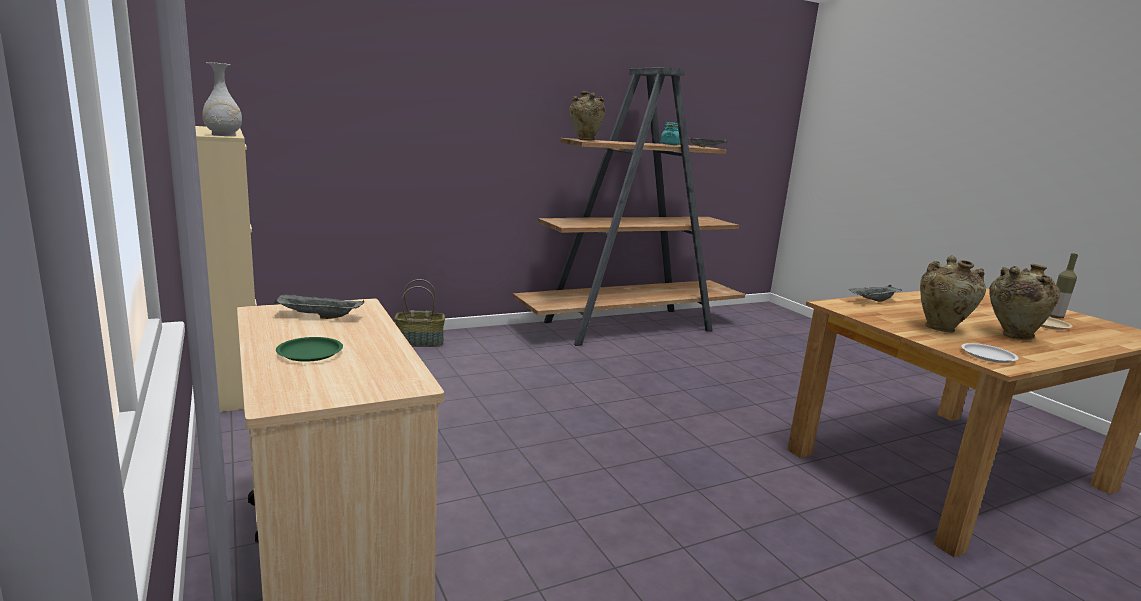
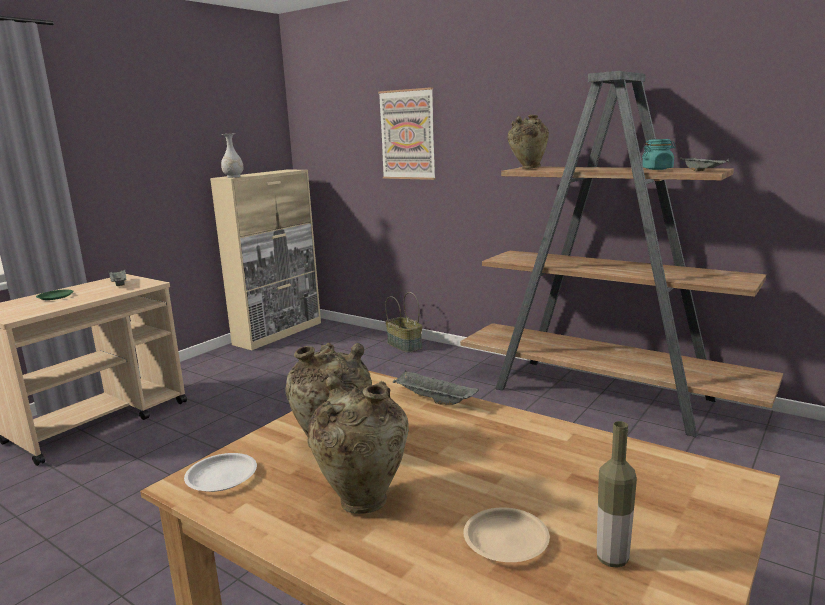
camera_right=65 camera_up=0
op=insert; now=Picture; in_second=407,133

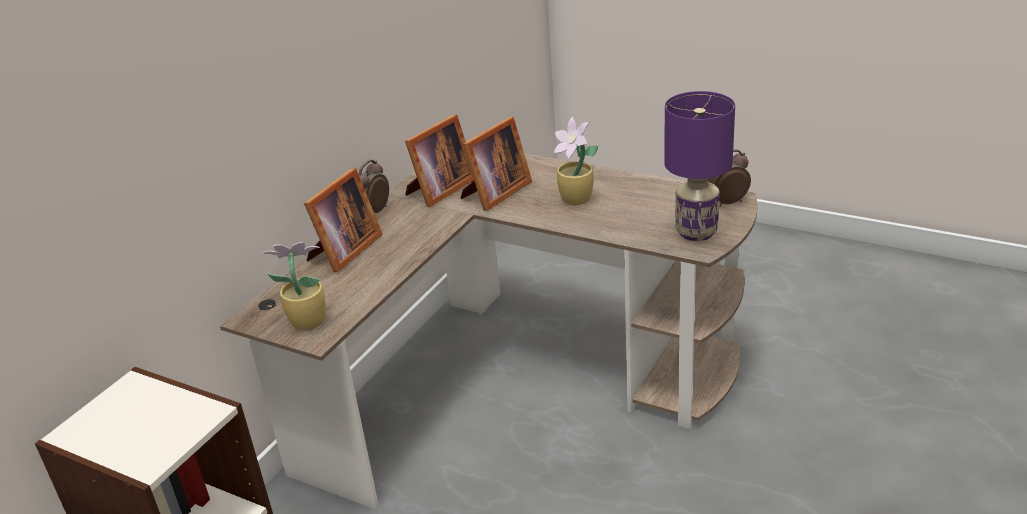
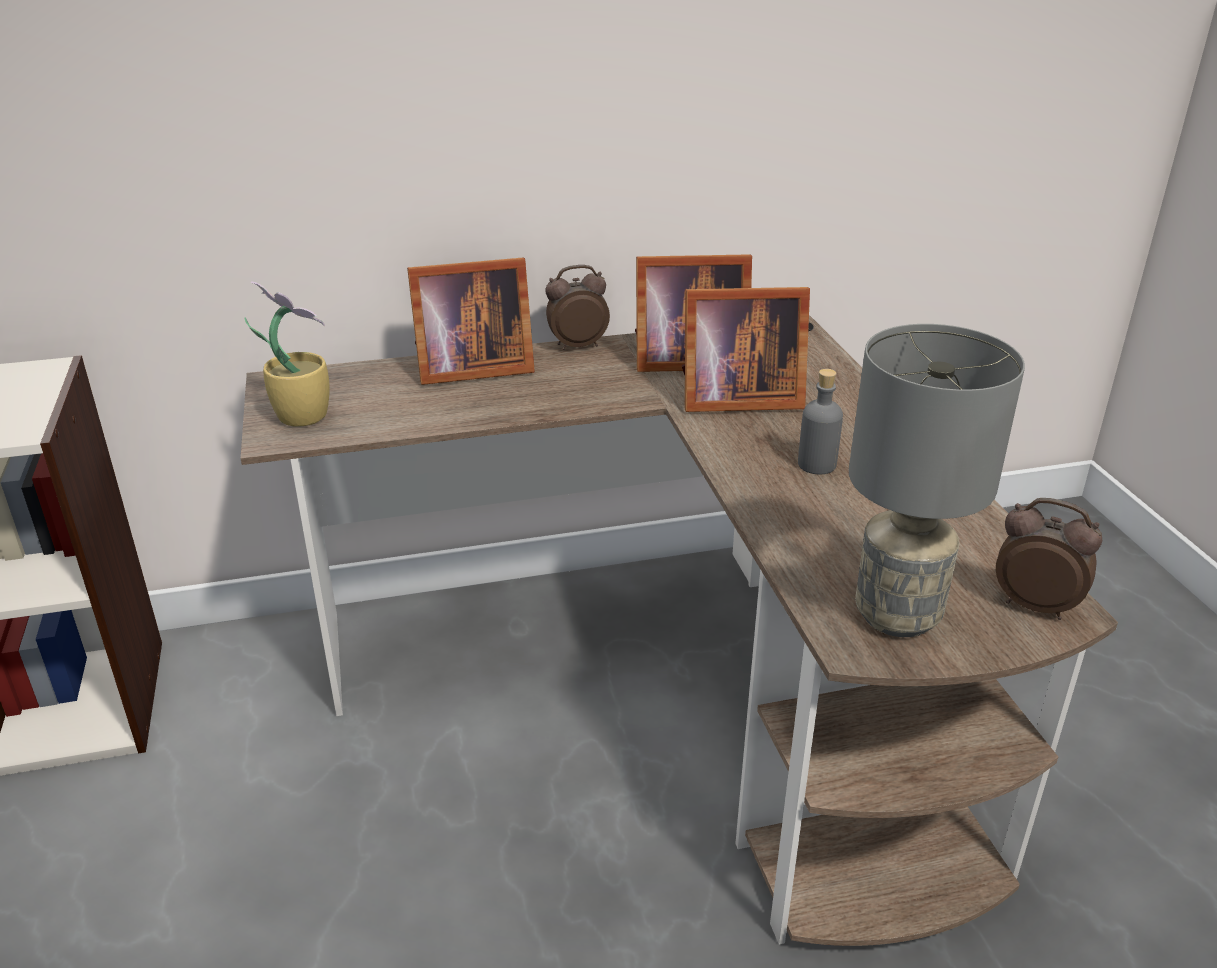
camera_right=45 camera_up=0
op=replace; was=Houseplant; now=GreyBottle; in_first=575,161; in_second=820,421
op=recolor; was=PurplishLampForATable; now=GreyLampForATable; in_first=699,166; in_second=937,480

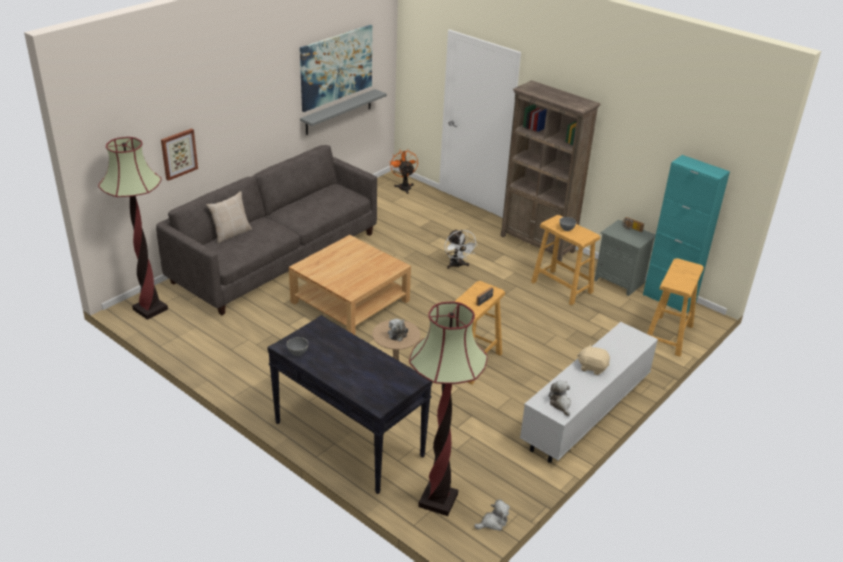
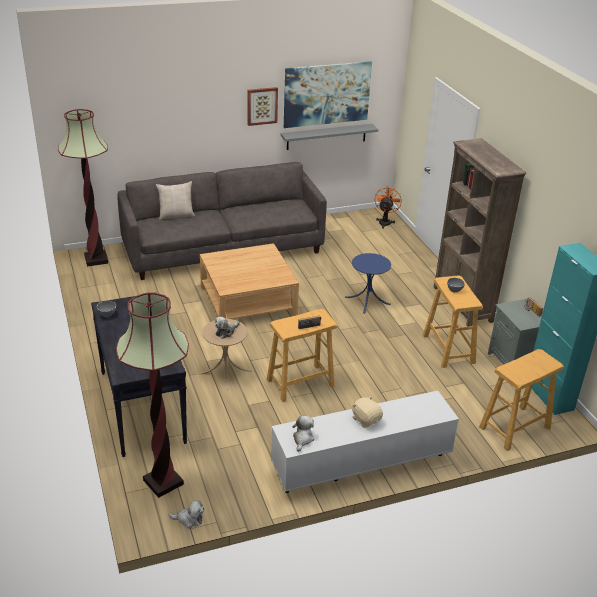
camera_right=30 camera_up=0
op=move; was=Picture; in_first=179,154; in_second=263,106
op=replace; was=WhitishElectricFan; now=BluishSideTable; in_first=461,249; in_second=368,283

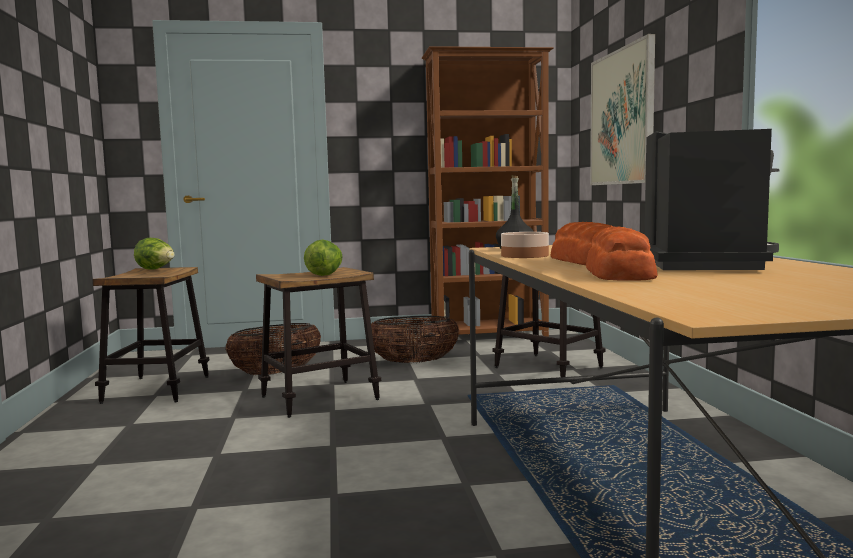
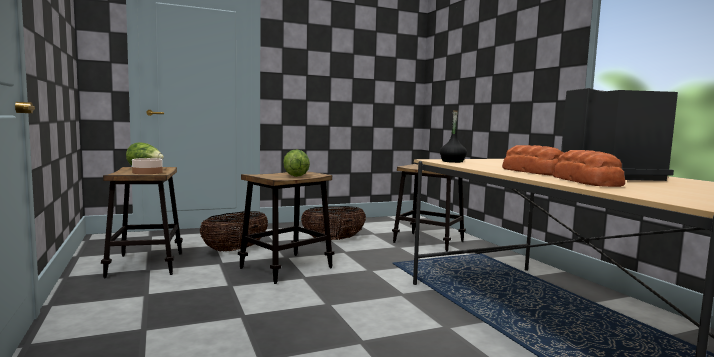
camera_right=-15 camera_up=0
op=delete; was=BrownishBookshelf; in_first=488,191
op=move; was=ServingBowl; in_first=525,245; in_second=147,166
op=delete; was=Picture; in_first=622,109

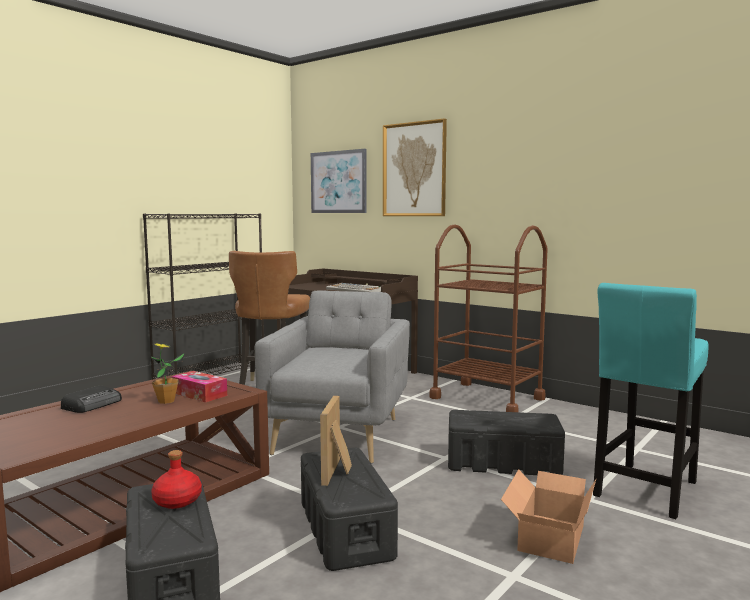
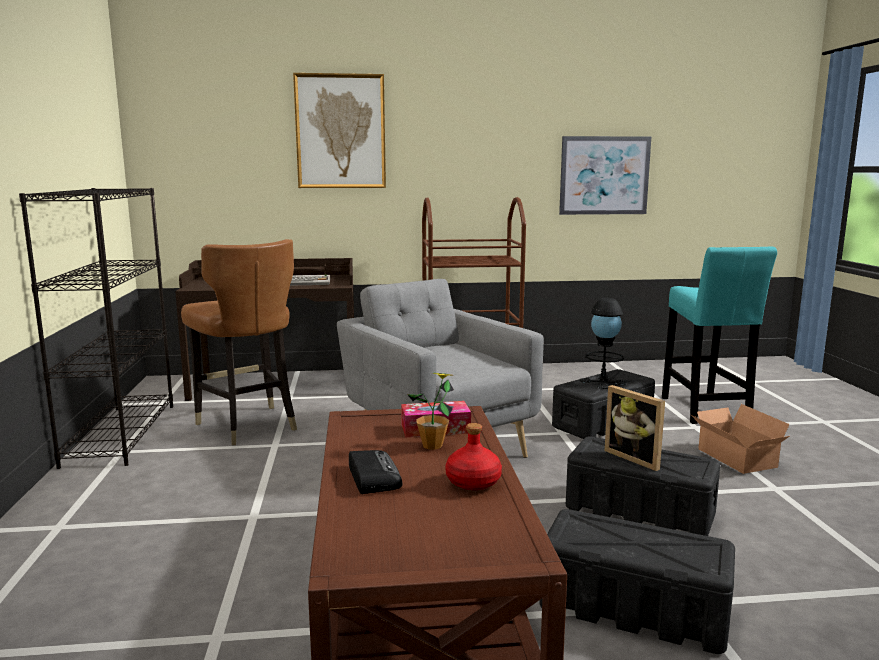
camera_right=-45 camera_up=5
op=move; was=RedBottle; in_first=176,479; in_second=473,456
op=move; was=Picture; in_first=338,181; in_second=605,175
op=insert; now=BlackishLampForATable; in_second=603,343

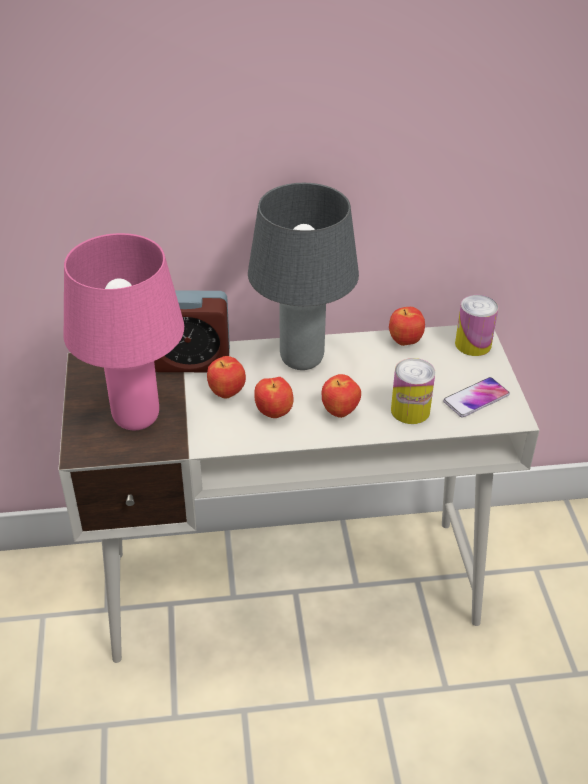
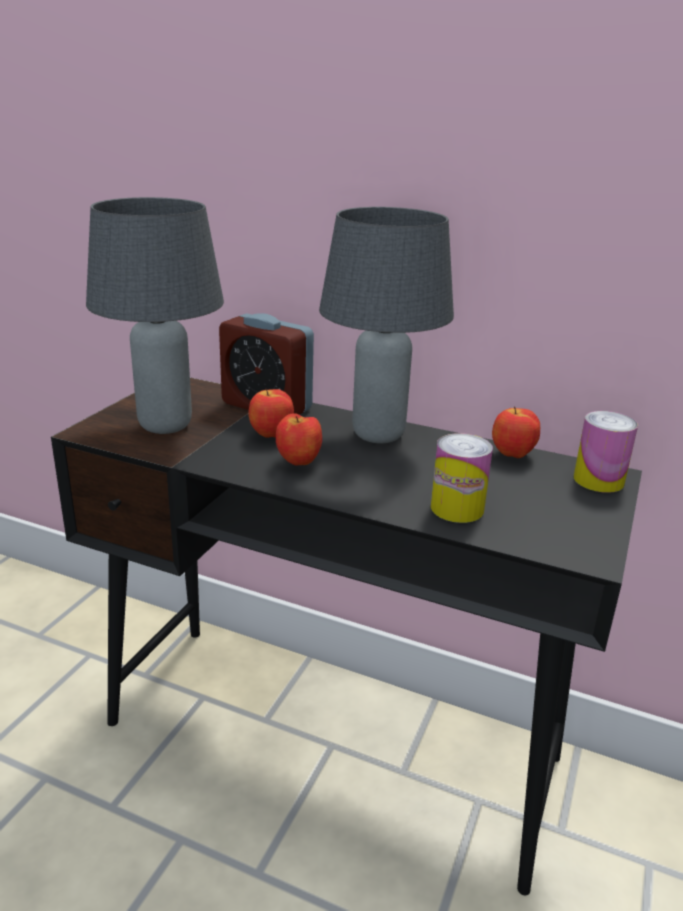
camera_right=30 camera_up=-15
op=recolor; was=WhitishDeskTable; now=BlackishDeskTable; in_first=299,494; in_second=346,636
op=recolor; was=PinkLampForATable; now=GreyLampForATable; in_first=124,331; in_second=155,315
op=delete; was=WholeApple; in_first=341,396
op=delete; was=Phone; in_first=476,397

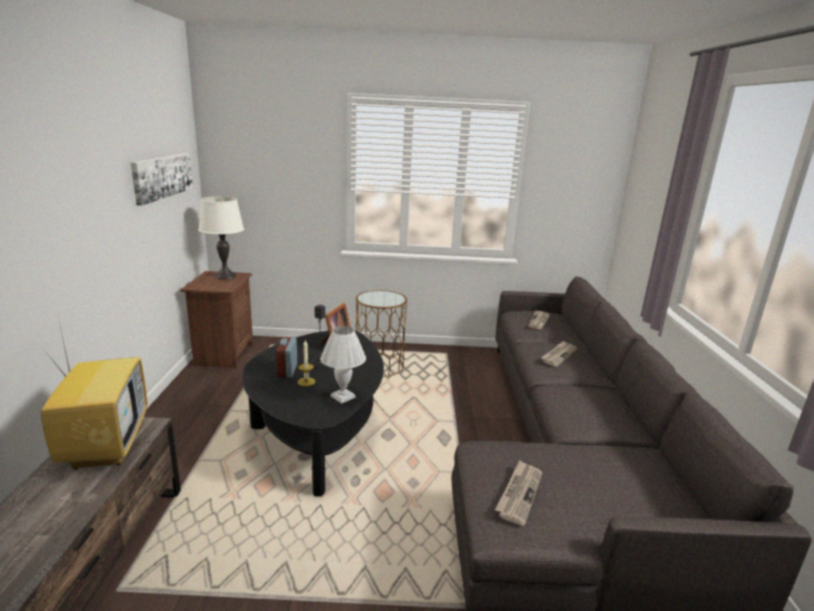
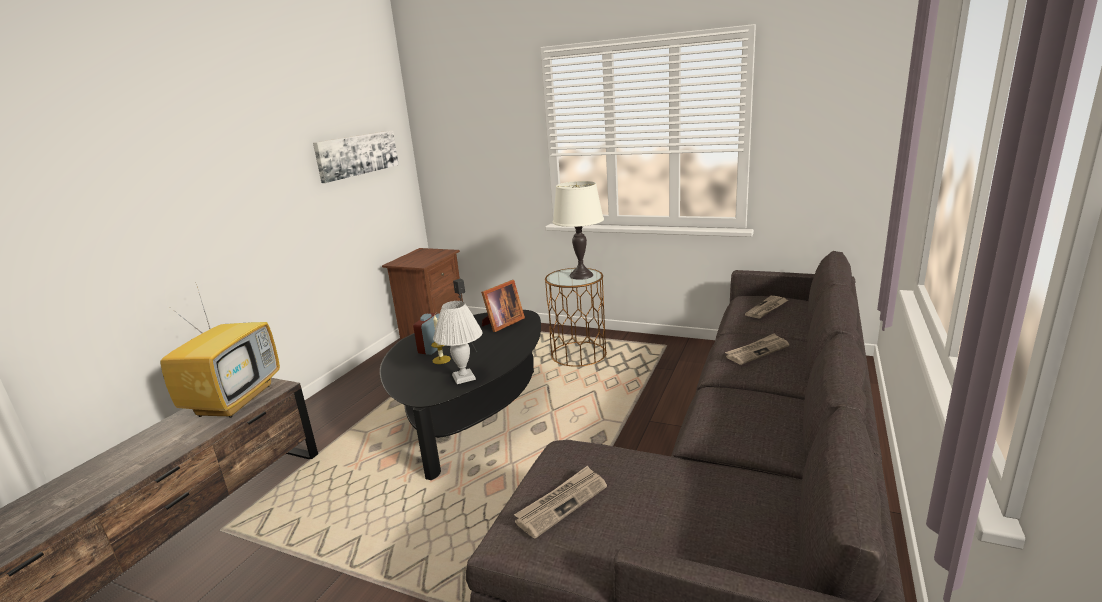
camera_right=25 camera_up=0
op=move; was=WhitishLampForATable; in_first=221,237; in_second=578,230

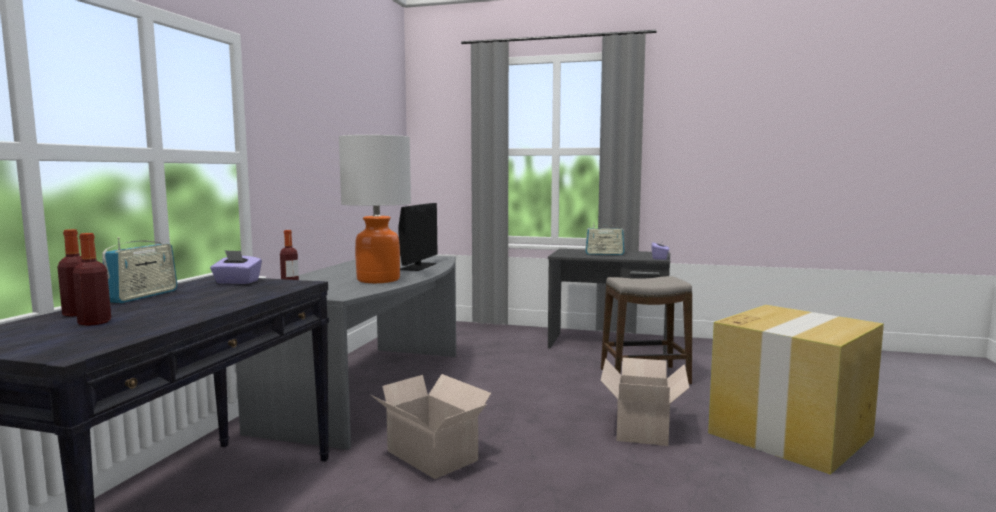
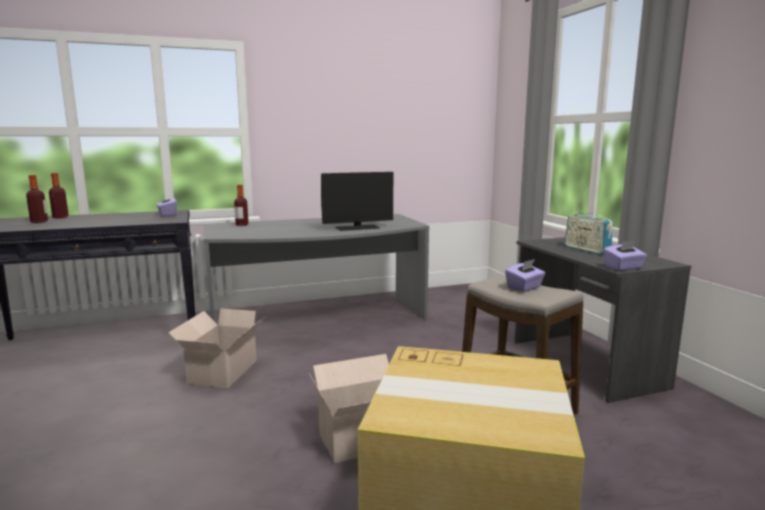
camera_right=55 camera_up=5
op=delete; was=RadioReceiver; in_first=139,270
op=delete; was=LampForATable; in_first=375,209
op=insert; now=PurplishTissueBox; in_second=525,275

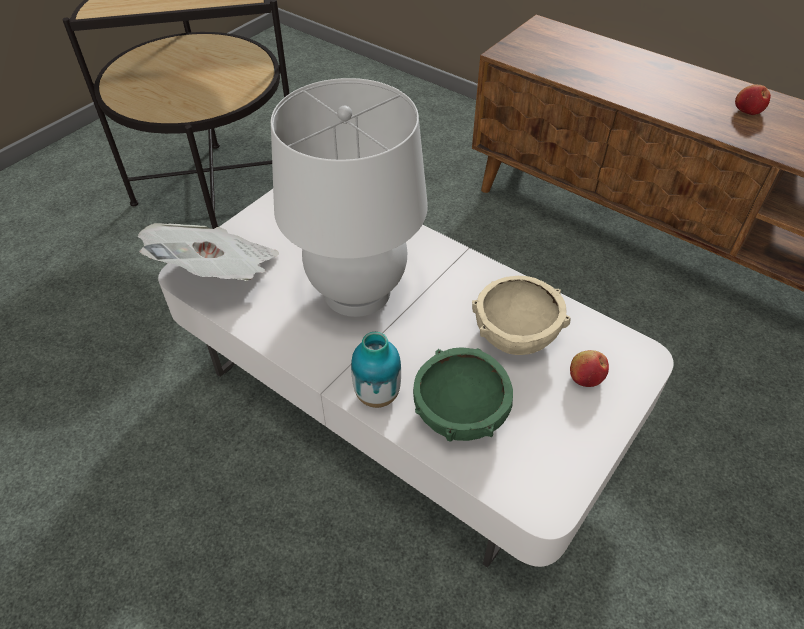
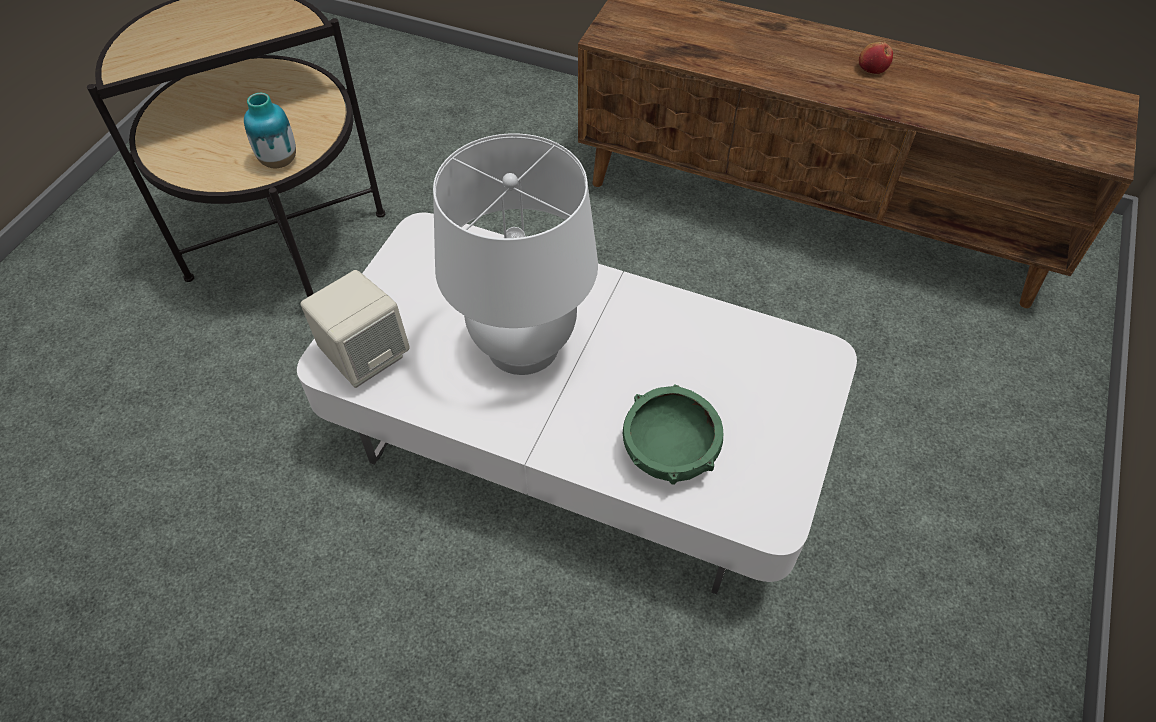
camera_right=-15 camera_up=5
op=replace; was=DailyPaper; now=BeigeAudioSpeaker; in_first=208,252; in_second=355,329
op=move; was=DecorativeVase; in_first=376,370; in_second=270,130
op=delete; was=BeigeServingBowl; in_first=521,315
op=delete; was=WholeApple; in_first=589,368

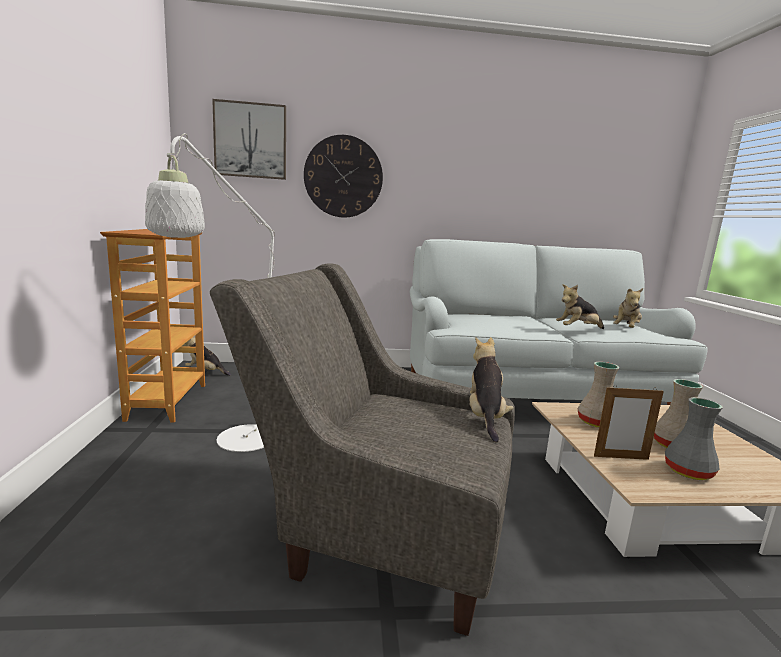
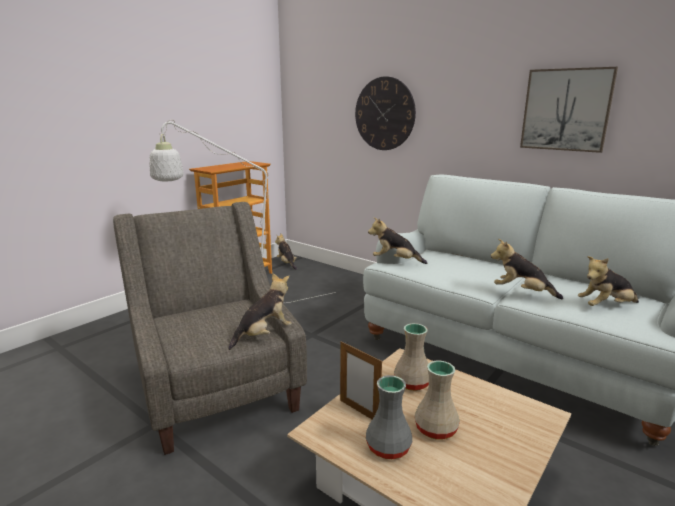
camera_right=45 camera_up=5
op=move; was=Picture; in_first=249,139; in_second=569,110
op=insert; now=CuddlyToy; in_second=397,240

